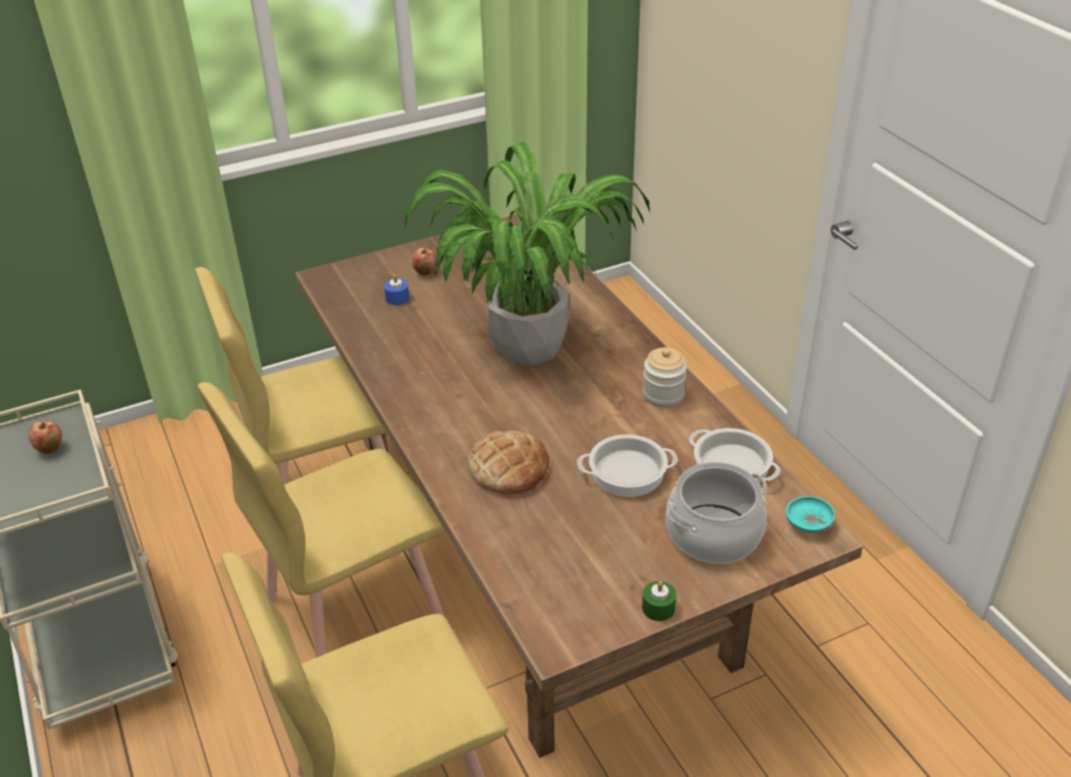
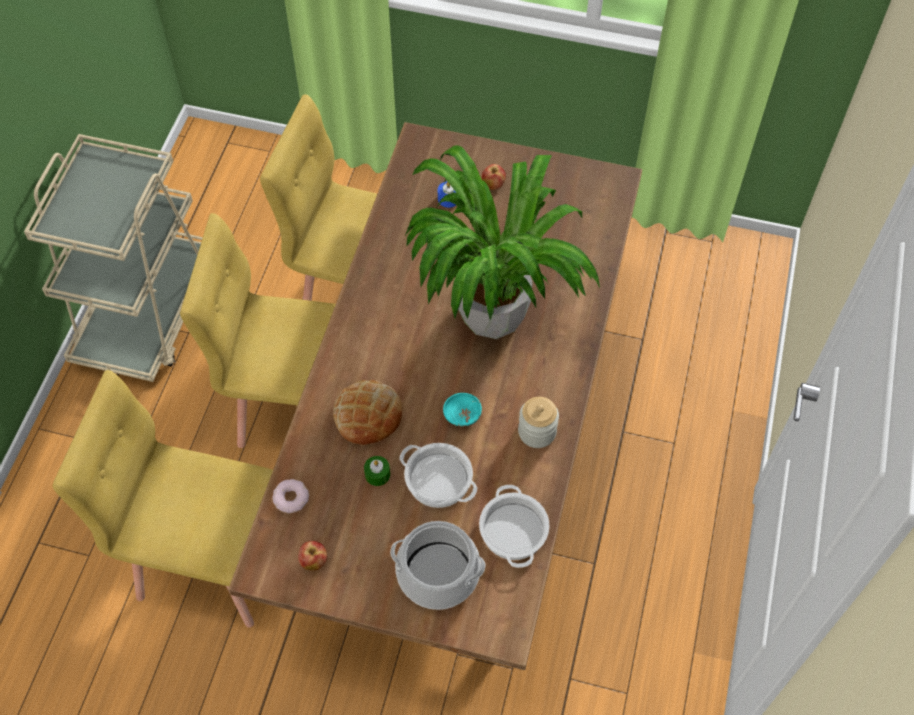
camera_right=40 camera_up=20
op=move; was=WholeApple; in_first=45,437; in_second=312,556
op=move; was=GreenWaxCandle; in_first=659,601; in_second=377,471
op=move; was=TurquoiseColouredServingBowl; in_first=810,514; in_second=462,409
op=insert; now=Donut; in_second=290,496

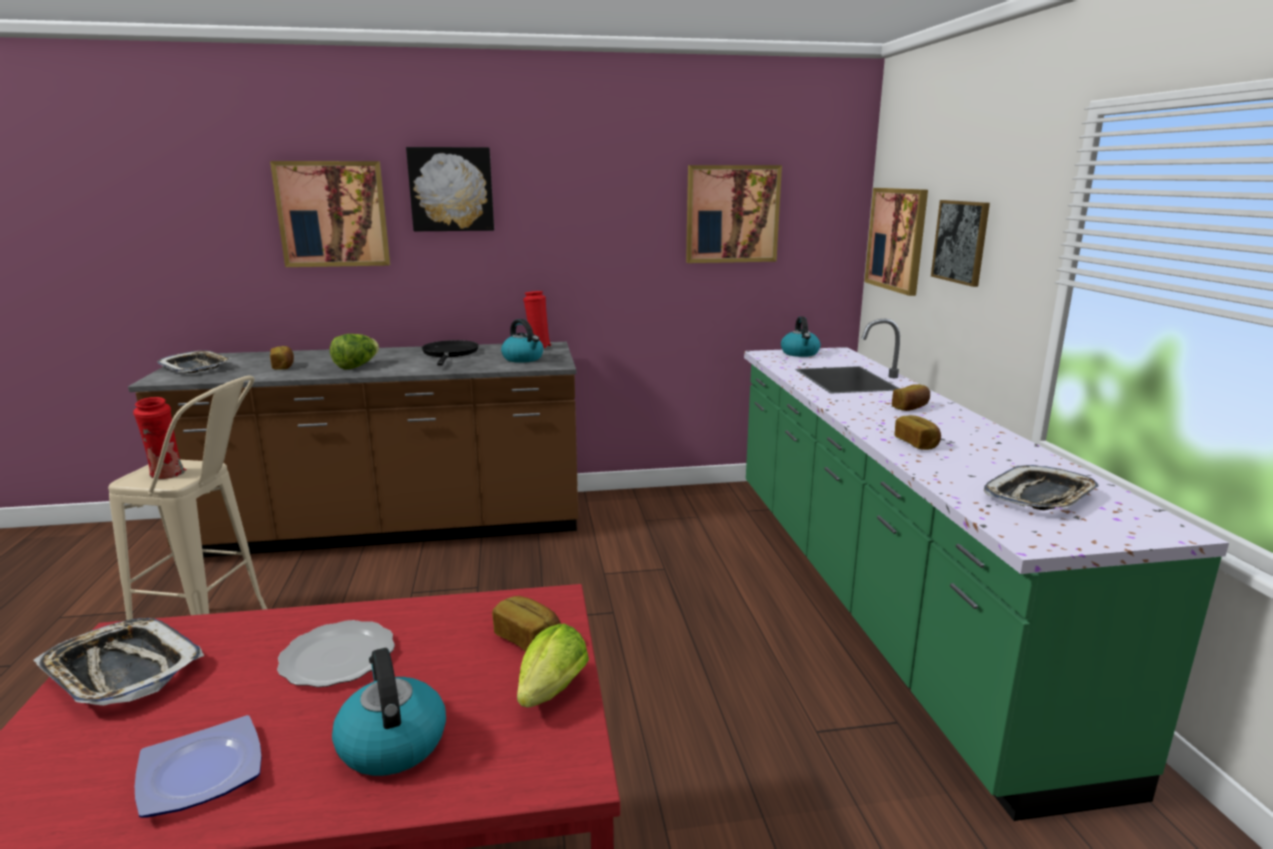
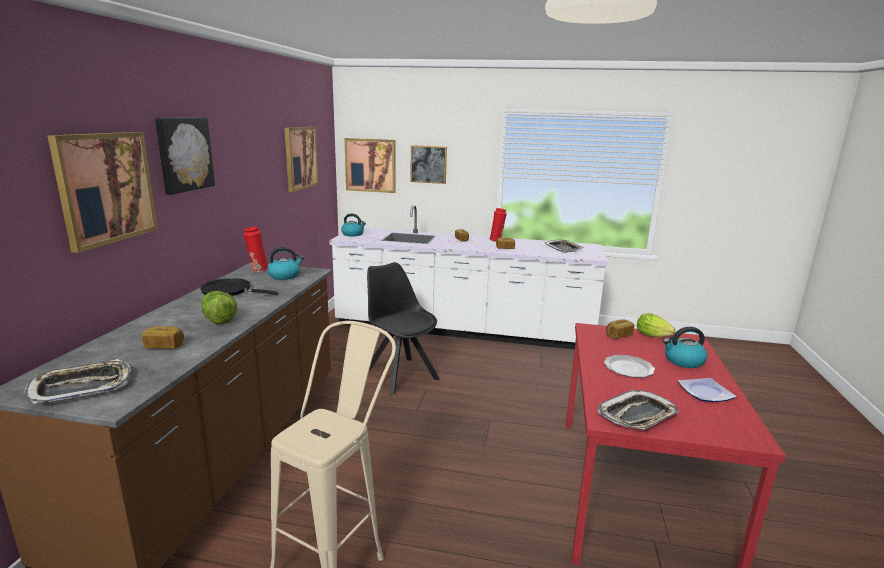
camera_right=-70 camera_up=0
op=move; was=RedDecorativeVase; in_first=159,438; in_second=498,225
op=recolor; was=GreenCounter; now=WhitishCounter; in_first=986,570; in_second=468,277
op=insert; now=BlackishChair; in_second=403,328

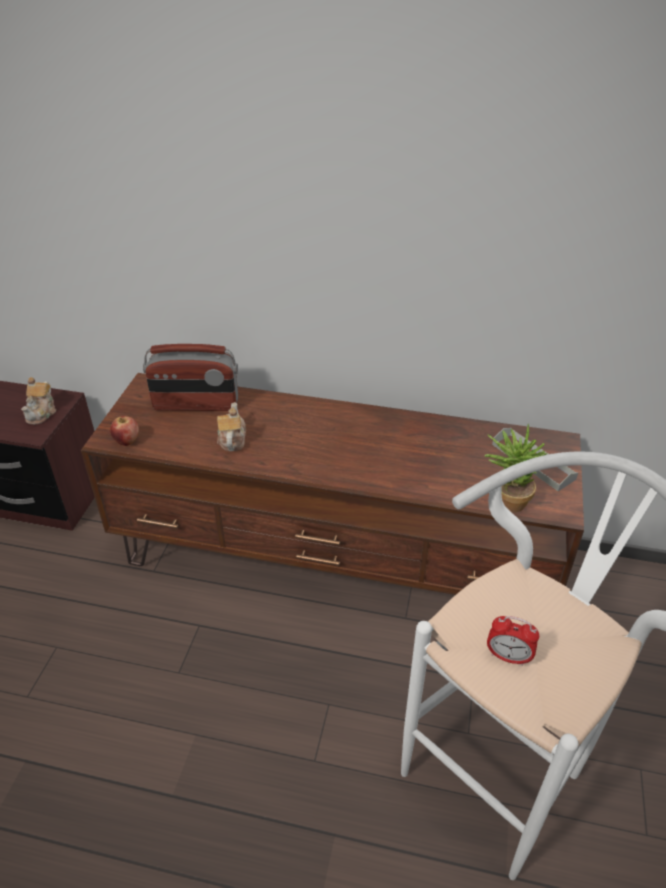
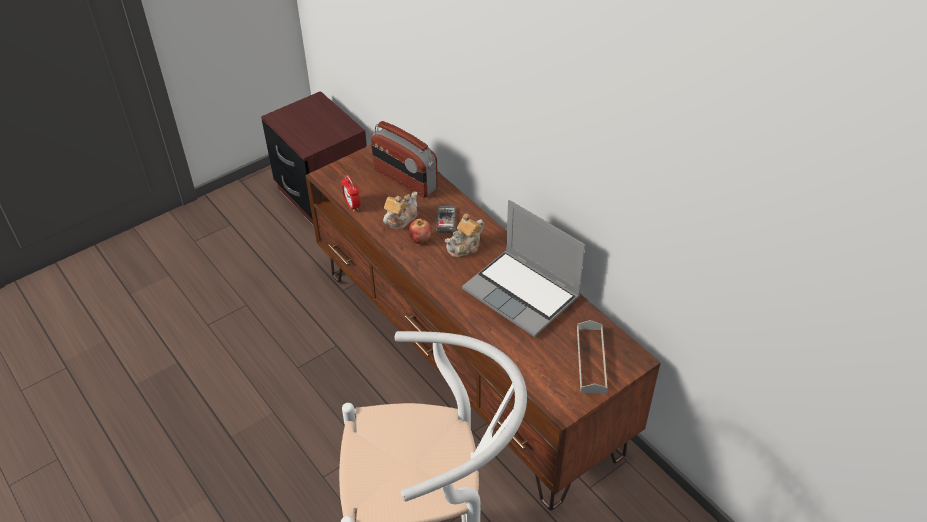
camera_right=40 camera_up=5
op=move; was=TeaPot; in_first=38,401; in_second=464,236
op=move; was=WholeApple; in_first=124,431; in_second=420,231
op=delete; was=Houseplant; in_first=515,467
op=move; was=TableClock; in_first=513,641; in_second=351,194
op=insert; now=Phone; in_second=446,219
op=insert; now=PortableComputer; in_second=523,268

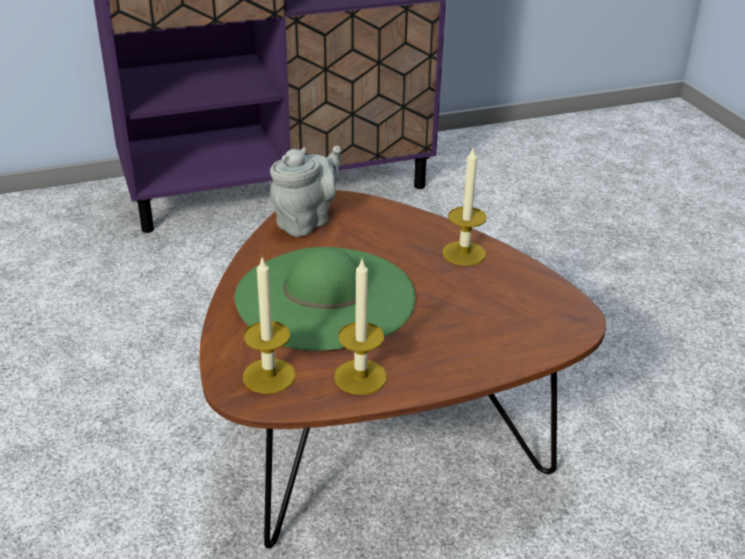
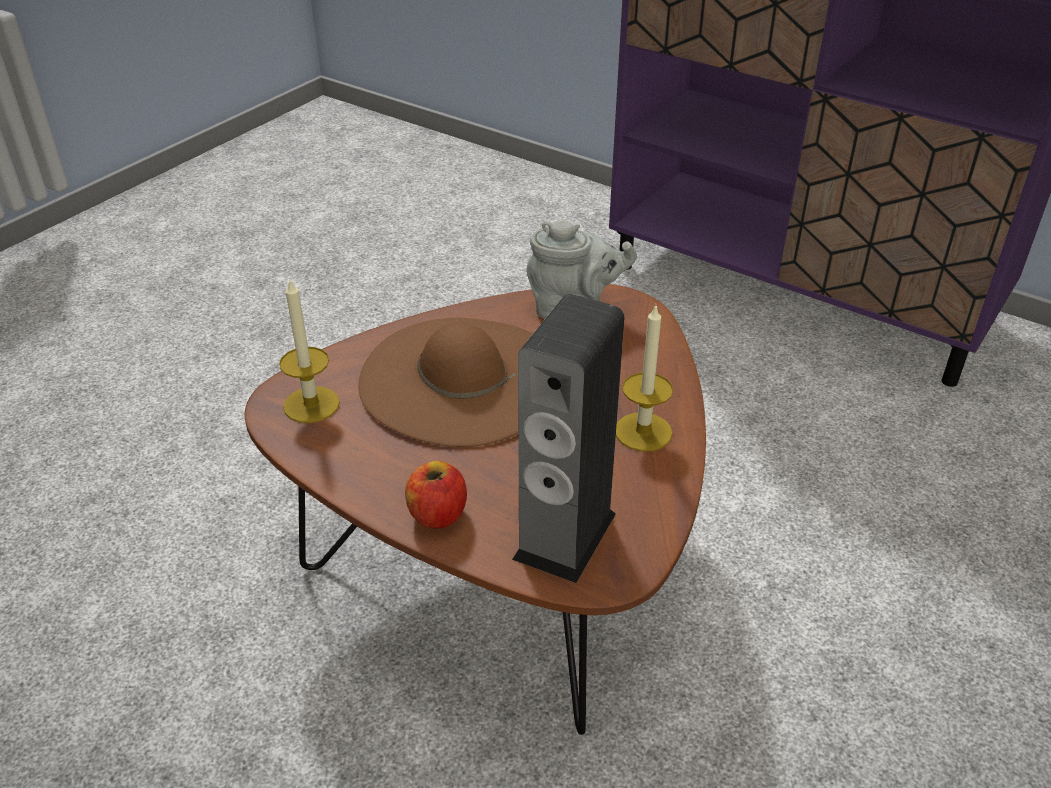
camera_right=55 camera_up=5
op=recolor; was=GreenWearableHat; now=BrownishWearableHat; in_first=325,299; in_second=445,382
op=delete; was=WaxCandle; in_first=360,326
op=insert; now=WholeApple; in_second=436,495
op=insert; now=AudioSpeaker; in_second=568,438

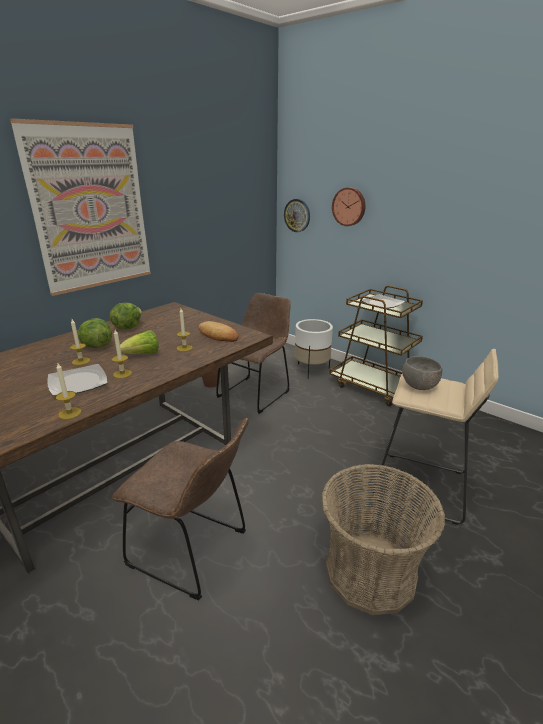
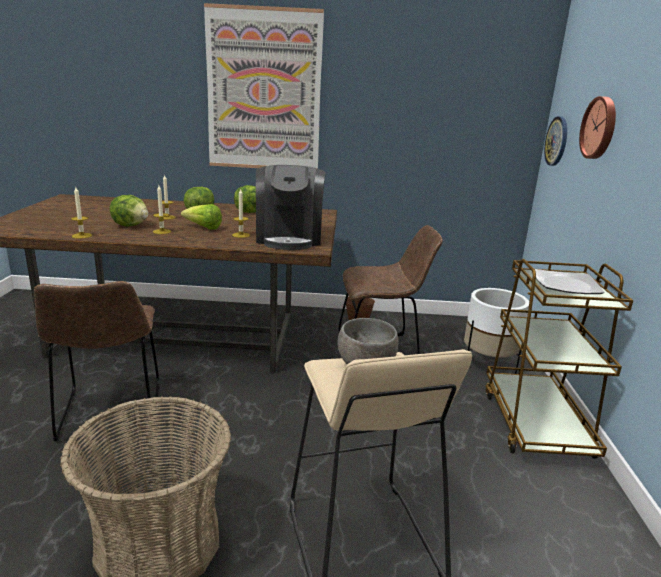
camera_right=50 camera_up=-5
op=replace; was=FlatDish; now=Lettuce; in_first=77,380; in_second=129,211
op=replace; was=BakedBread; now=CoffeeBrewer; in_first=218,331; in_second=291,207

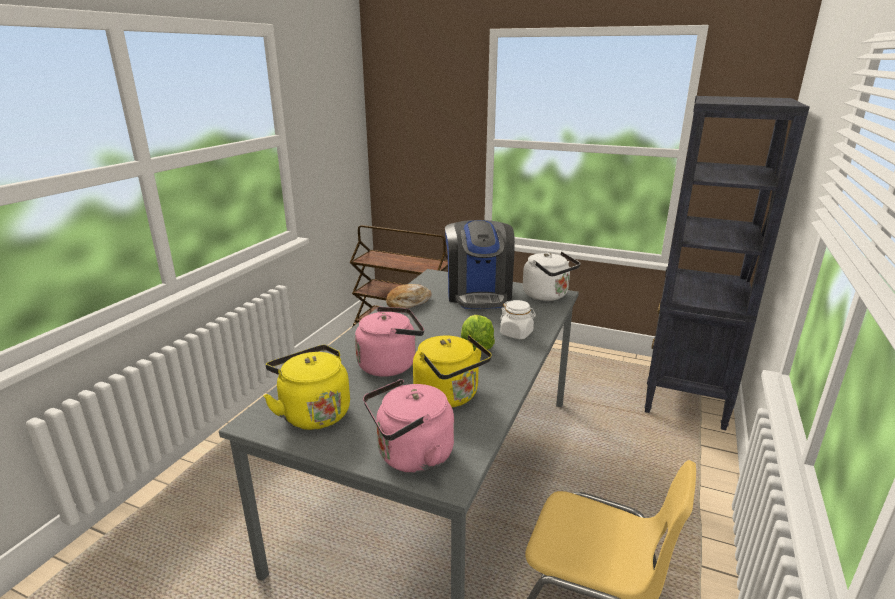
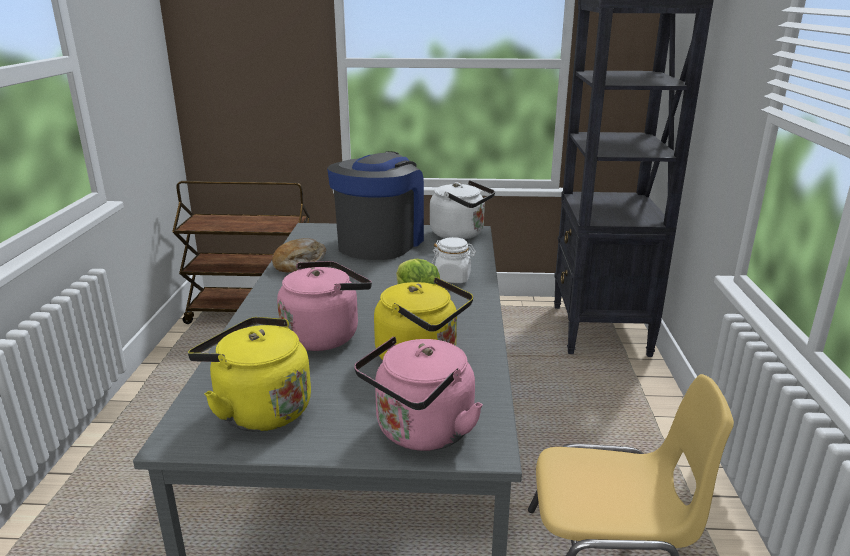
camera_right=-20 camera_up=0
op=rotate; was=CoffeeBrewer; in_first=480,264; in_second=375,205; clockwise=-135

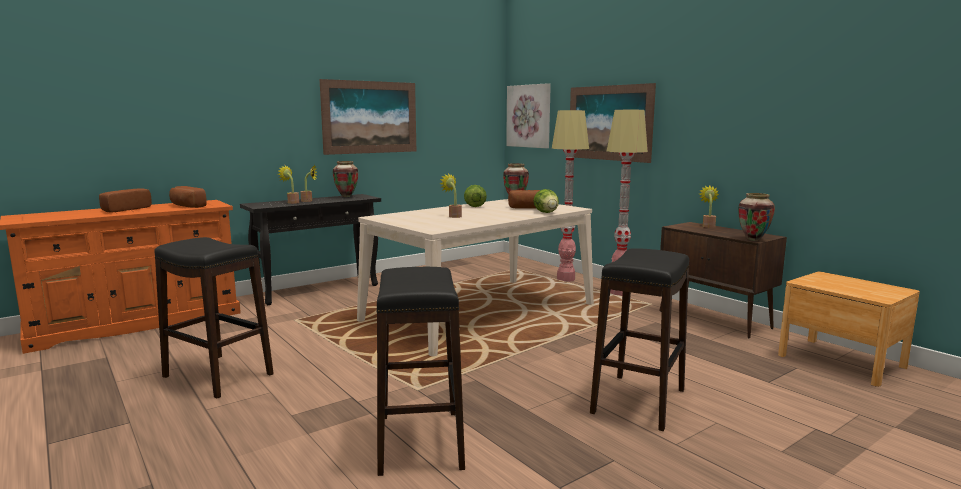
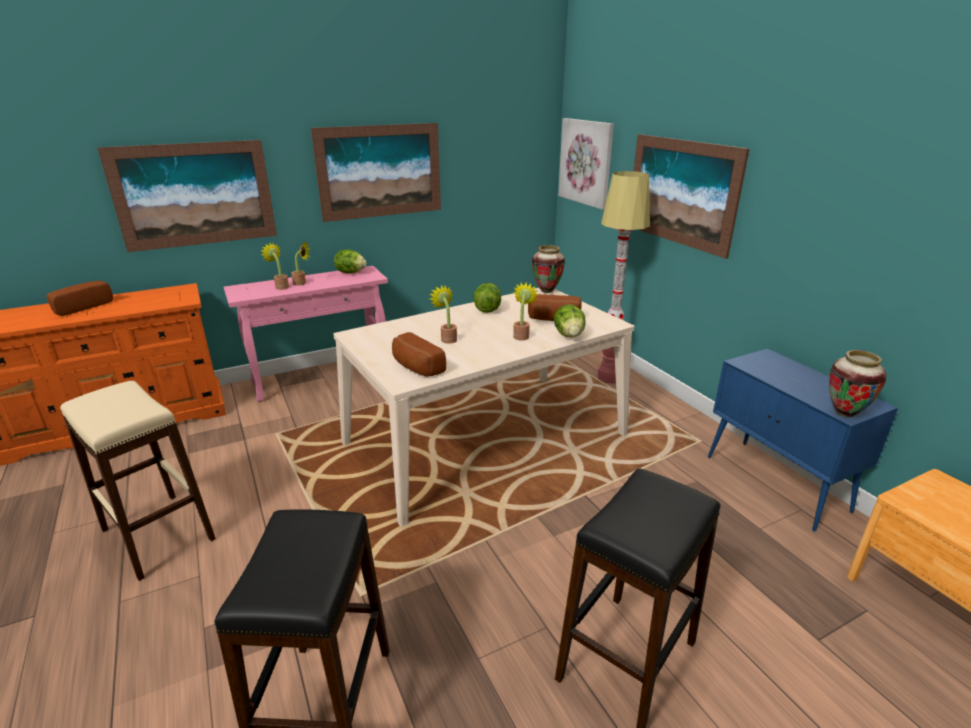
camera_right=10 camera_up=15
op=recolor; was=BlackishStool; now=BeigeStool; in_first=214,318; in_second=138,481
op=move; was=BakedBread; in_first=188,197; in_second=419,354
op=recolor; was=BlackishNarrowTable; now=PinkNarrowTable; in_first=310,249; in_second=306,334
op=replace; was=DecorativeVase; now=Lettuce; in_first=345,179; in_second=350,261
op=delete; was=StandingLamp; in_first=627,203
op=recolor; was=BrownishStorageCabinet; now=BluishStorageCabinet; in_first=723,280; in_second=803,440
op=move; was=Houseplant; in_first=709,206; in_second=525,311
op=insert; now=Picture; in_second=187,196

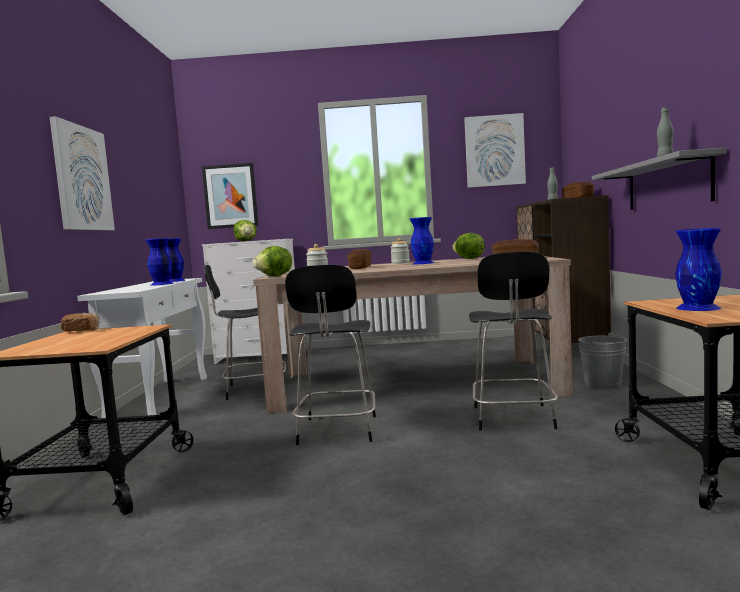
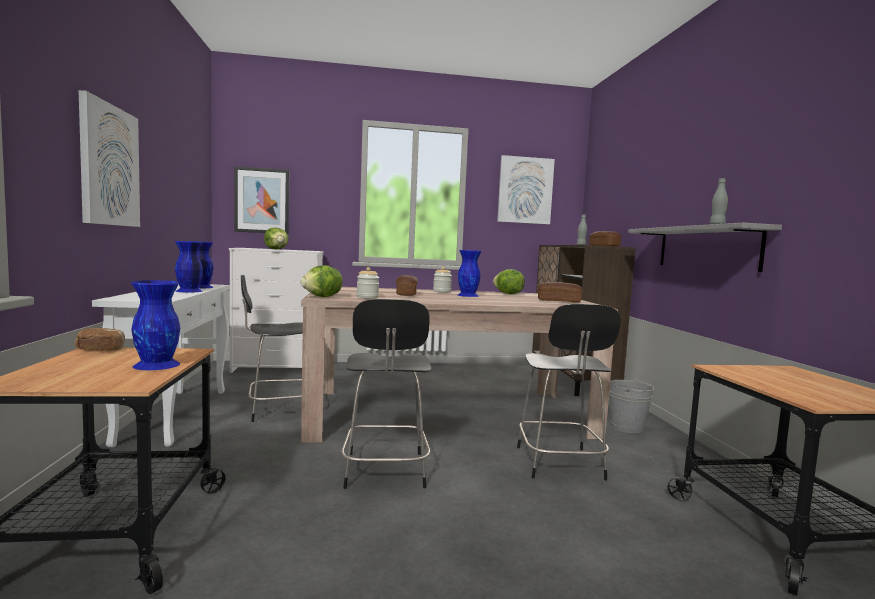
camera_right=-10 camera_up=0
op=move; was=BluishDecorativeVase; in_first=698,269; in_second=155,325

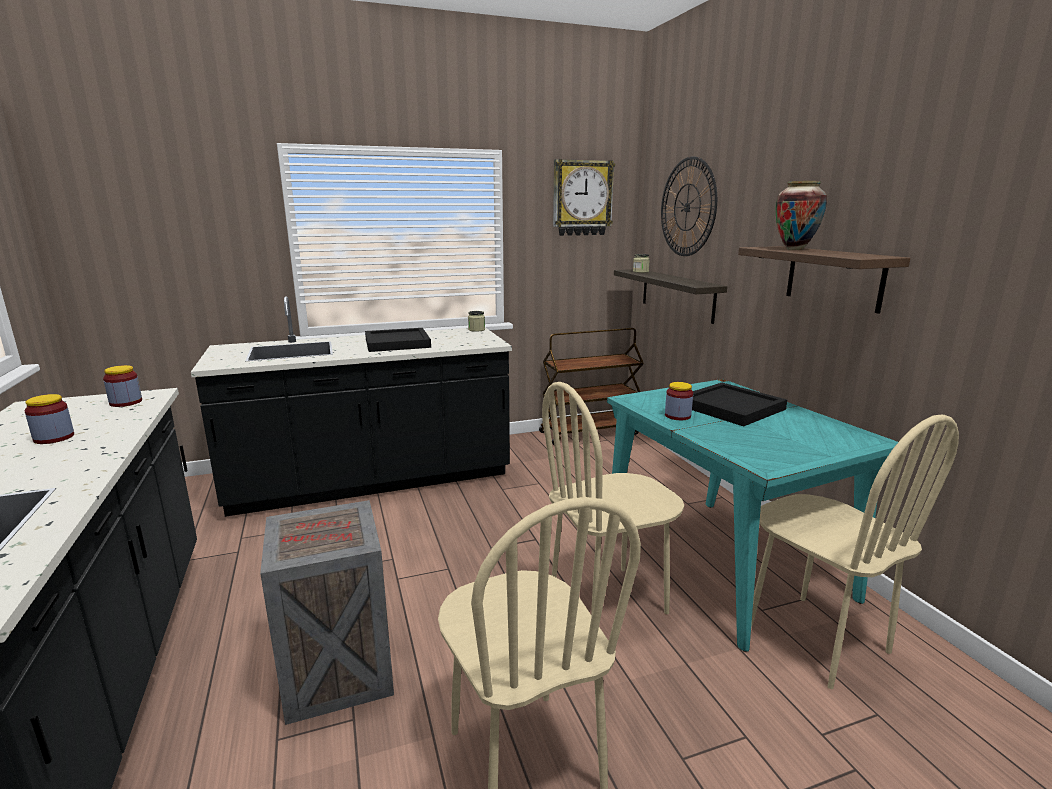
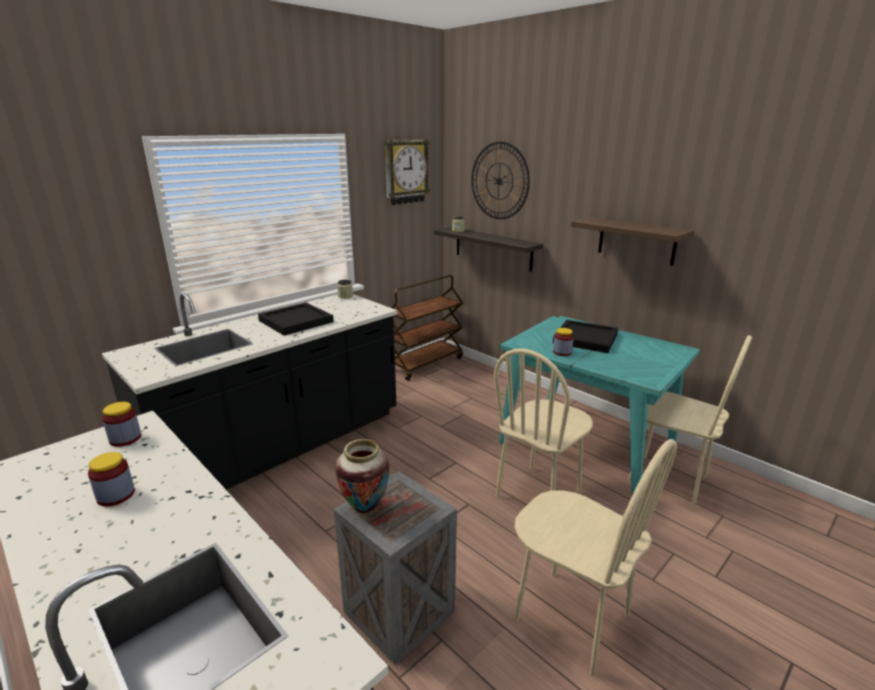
camera_right=-25 camera_up=5
op=move; was=DecorativeVase; in_first=801,215; in_second=362,476

